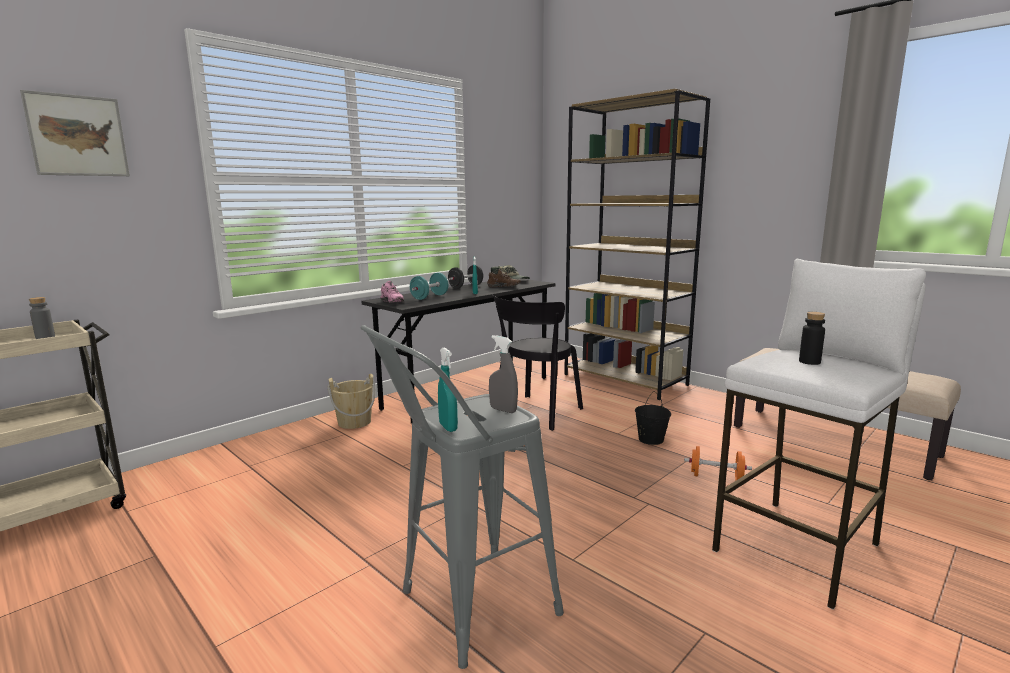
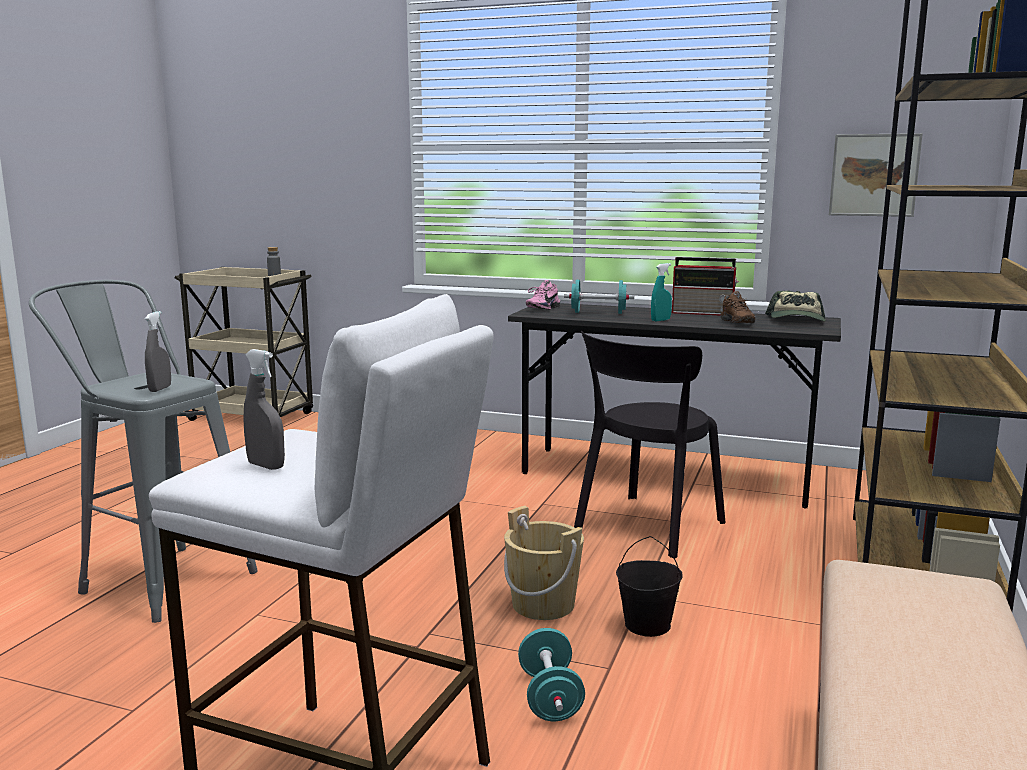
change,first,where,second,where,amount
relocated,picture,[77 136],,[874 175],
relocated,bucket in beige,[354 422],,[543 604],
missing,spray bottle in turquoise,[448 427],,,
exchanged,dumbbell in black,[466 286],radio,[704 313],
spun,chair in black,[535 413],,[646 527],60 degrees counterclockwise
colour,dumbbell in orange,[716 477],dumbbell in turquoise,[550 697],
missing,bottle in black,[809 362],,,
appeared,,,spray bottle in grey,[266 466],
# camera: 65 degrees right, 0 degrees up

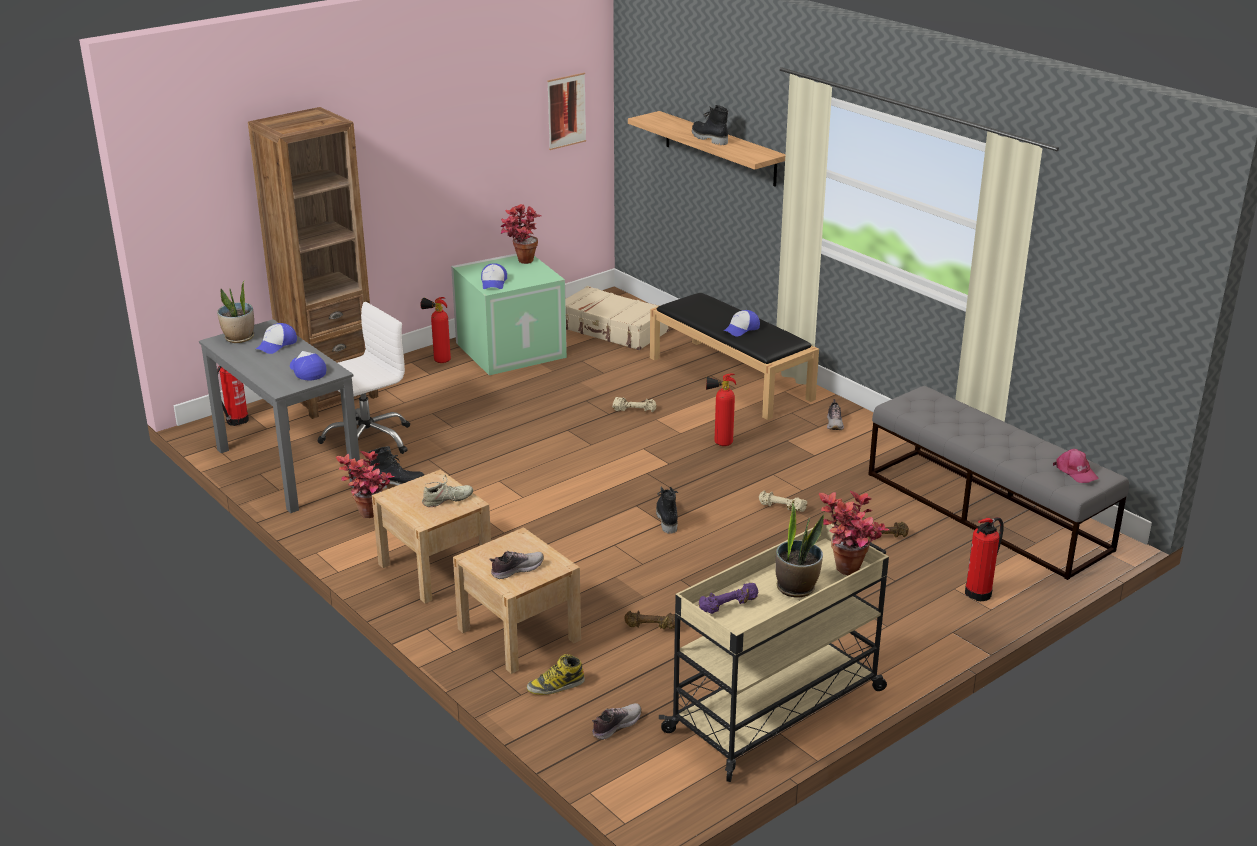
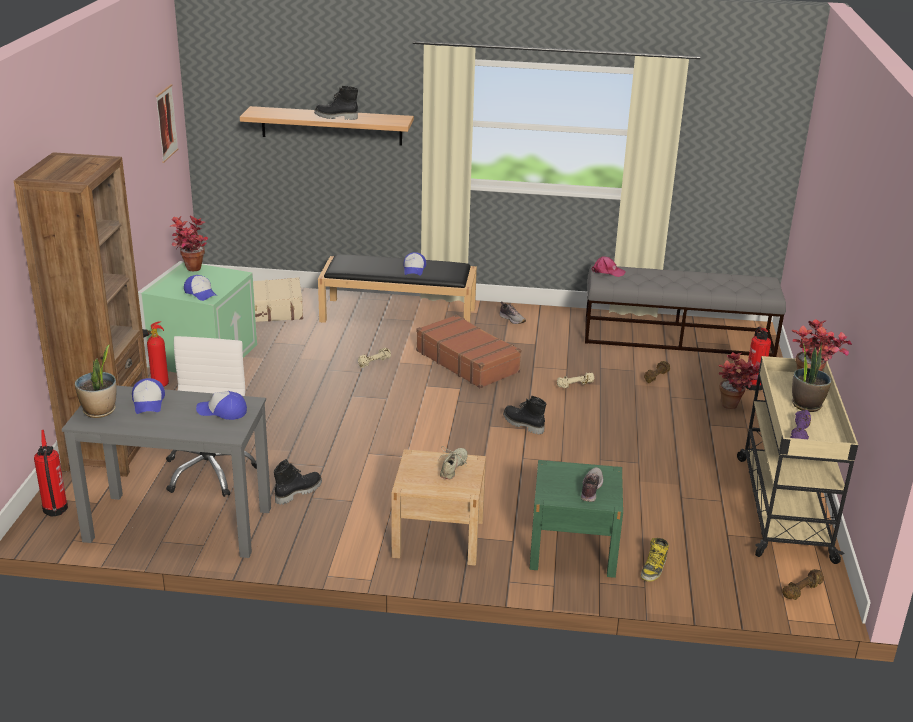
change,first,where,second,where,amount
relocated,potted plant,[369 517],,[735 407],
colour,nightstand in beige,[519 634],nightstand in green,[573 549],
missing,shoe,[615 726],,,
relocated,dumbbell in brown,[652 627],,[802 591],
exchanged,fire extinguisher,[719 443],suitcase in brown,[467 361],
relocated,cap in pink,[1075 471],,[607 271],
# camera: 45 degrees left, 0 degrees up

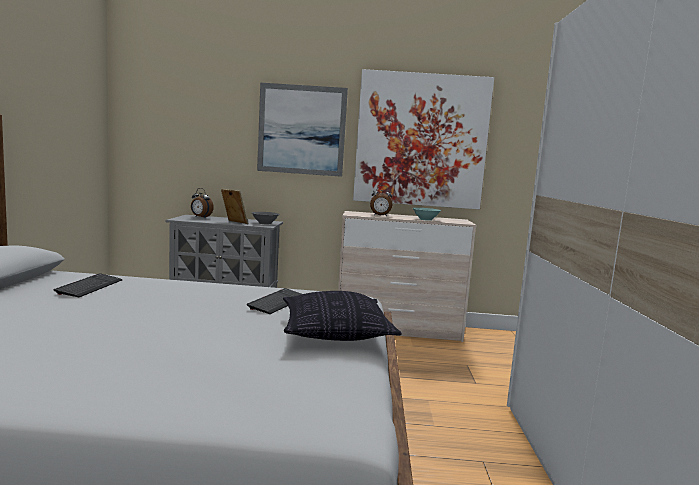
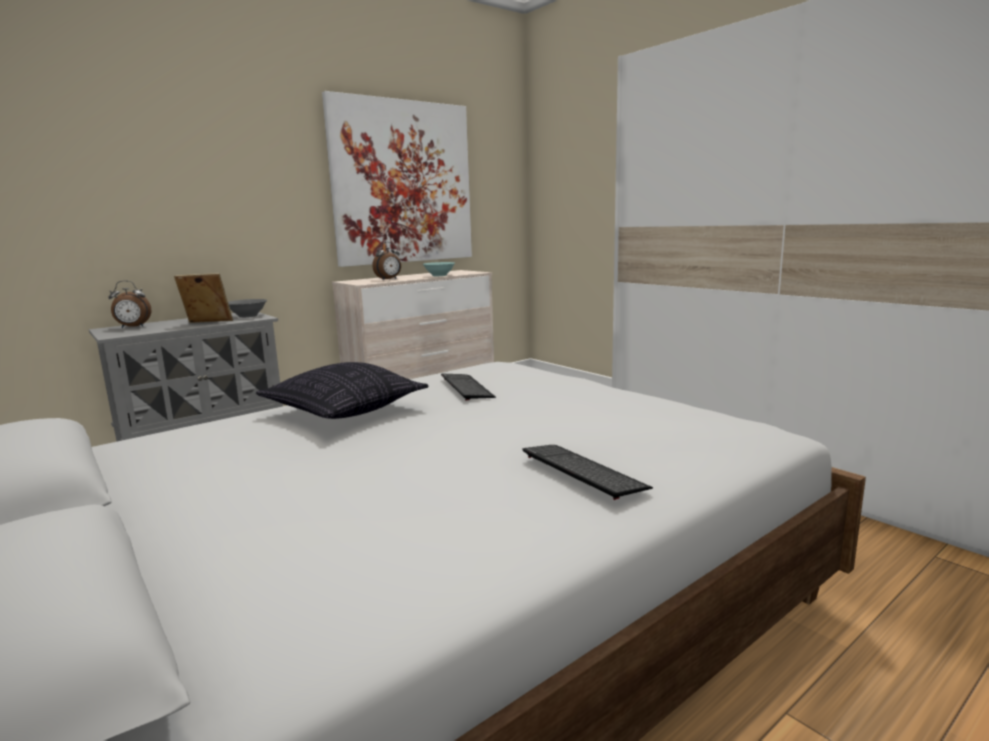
change,first,where,second,where,amount
relocated,keyboard,[90 287],,[582 471],
missing,picture,[301 130],,,
relocated,pillow,[335 333],,[344 411],
# camera: 40 degrees left, 5 degrees up

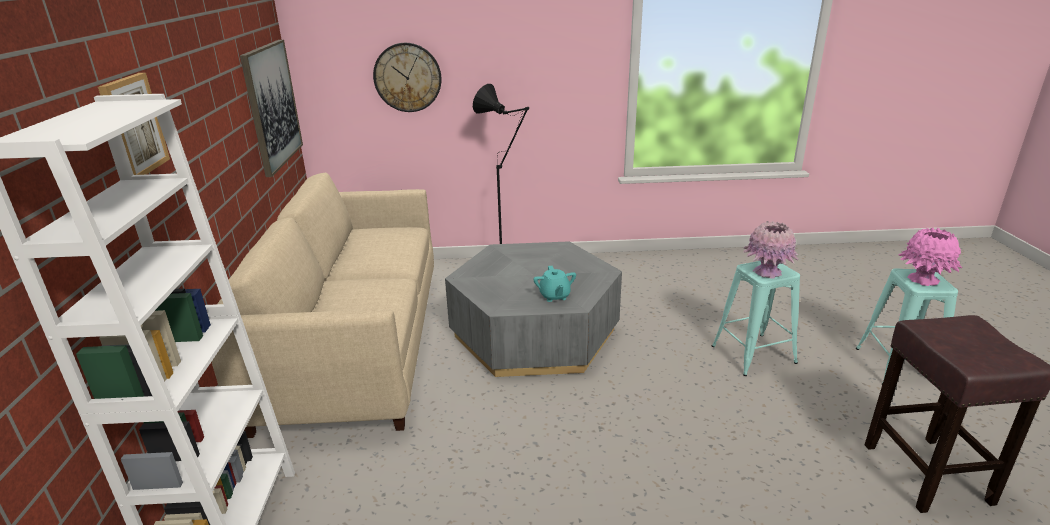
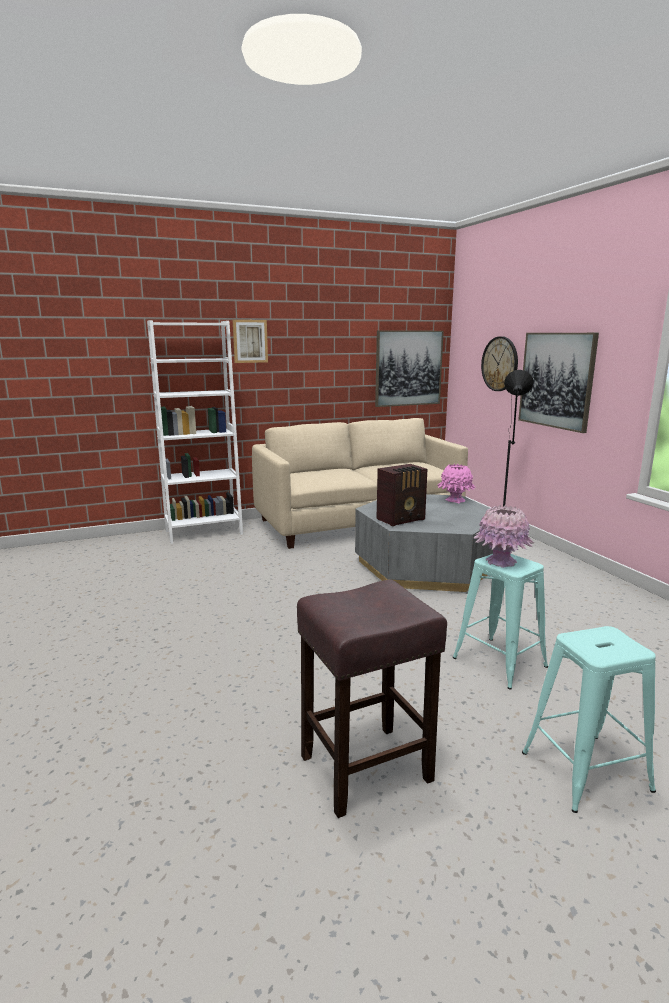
change,first,where,second,where,amount
exchanged,teapot in turquoise,[554 296],radio,[402 519],
relocated,vase in pink,[923 280],,[455 500],
appeared,,,picture,[556 380],
# camera: 70 degrees right, 10 degrees down

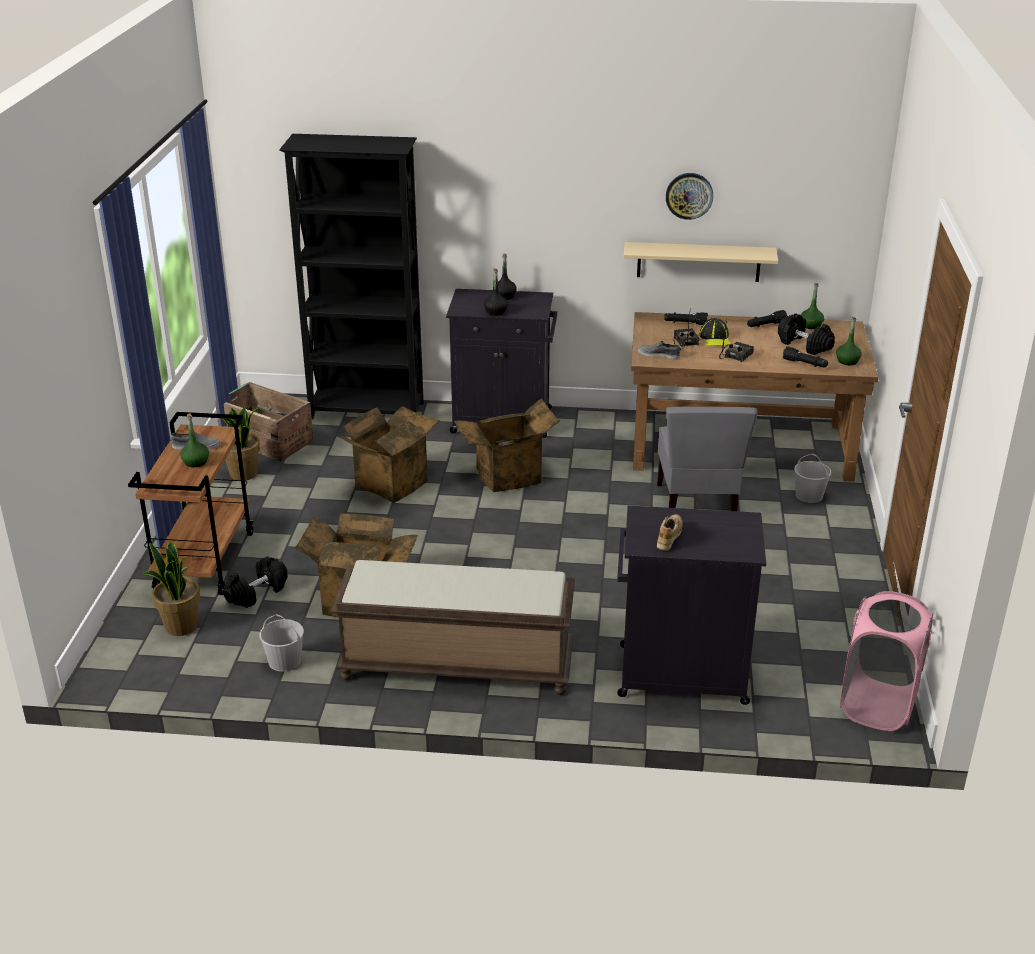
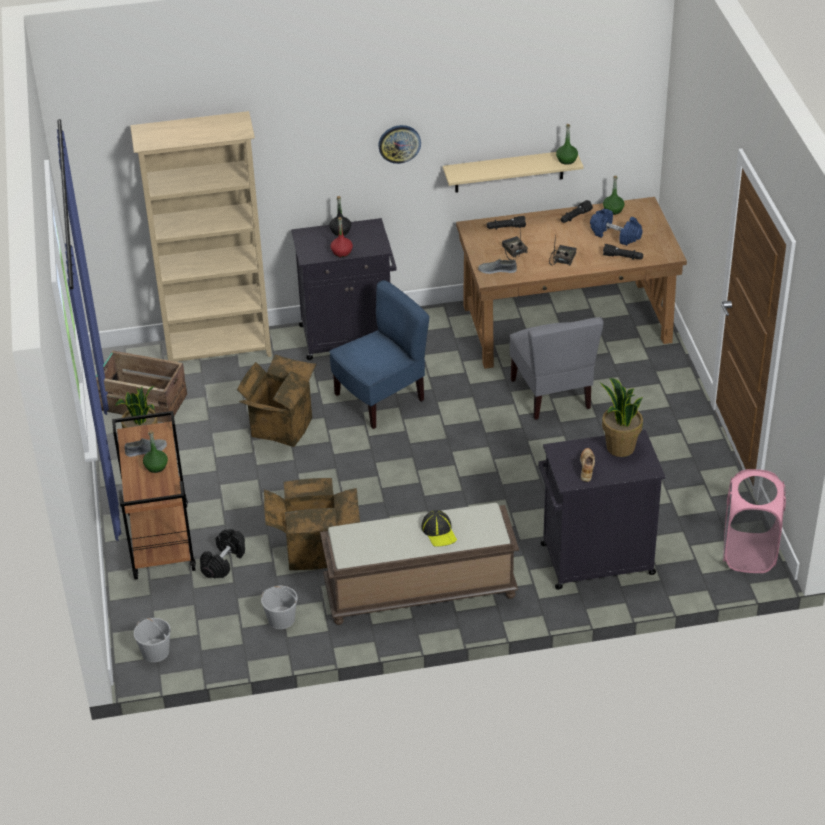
change,first,where,second,where,amount
relocated,potted plant,[180 626],,[620 448],
colour,bookcase in black,[367 411],bookcase in beige,[219 350],
exchanged,cardboard box,[508 477],chair in blue,[380 398],
colour,bottle in black,[496 312],bottle in red,[342 252],
relocated,wall clock,[689 195],,[399 143],
relocated,cap,[715 339],,[439 532],
colour,dumbbell in black,[805 345],dumbbell in blue,[615 235],
relocated,bucket in white,[808 495],,[155 651],
relocated,bottle in green,[847 361],,[566 160],
# camera: 15 degrees left, 10 degrees up

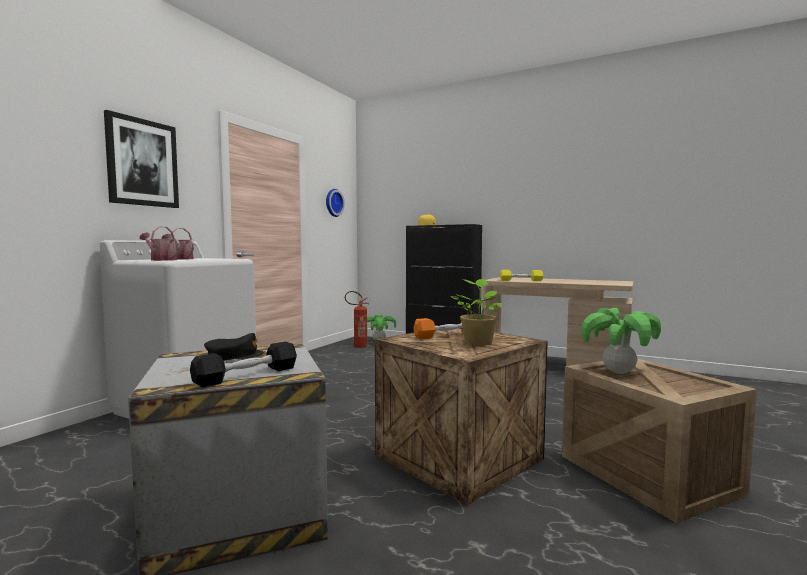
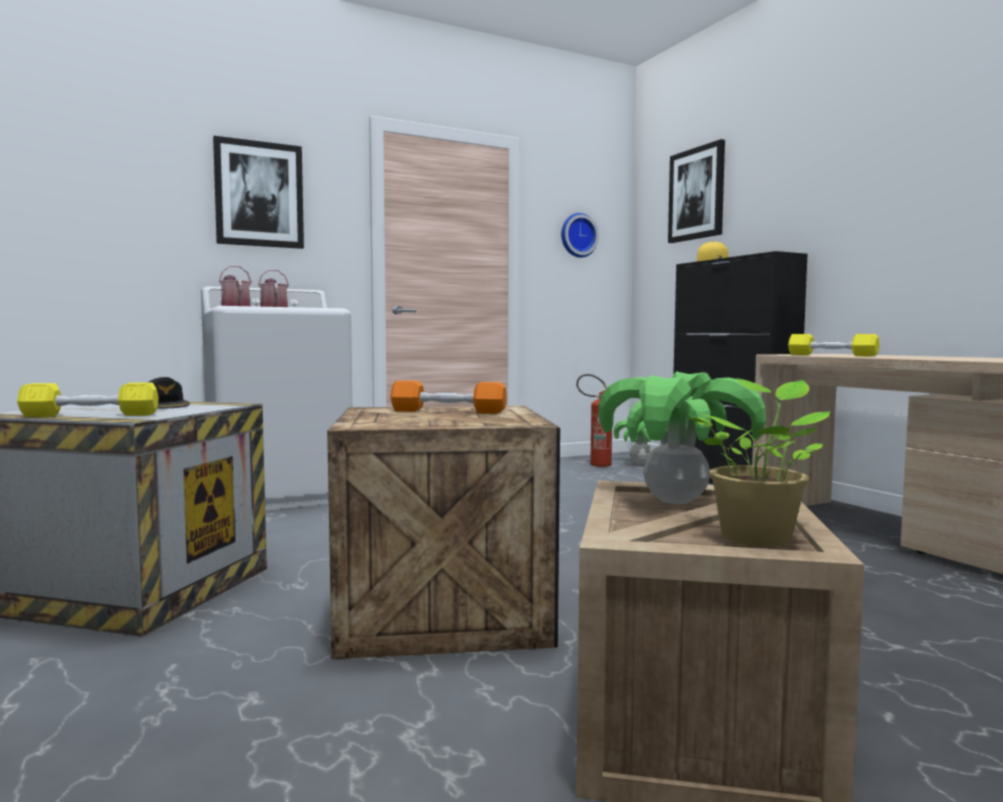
change,first,where,second,where,amount
colour,dumbbell in black,[247 375],dumbbell in yellow,[91 415],
relocated,potted plant,[478 342],,[758 537],
appeared,,,picture,[697 194],
# camera: 35 degrees right, 0 degrees up

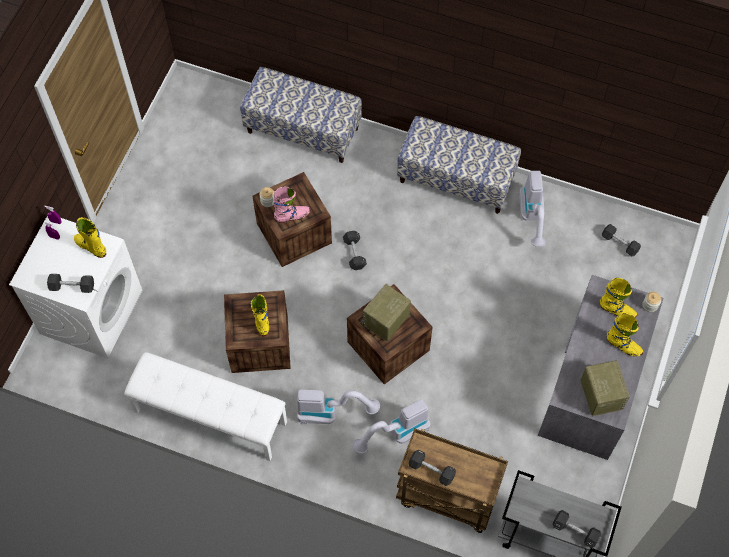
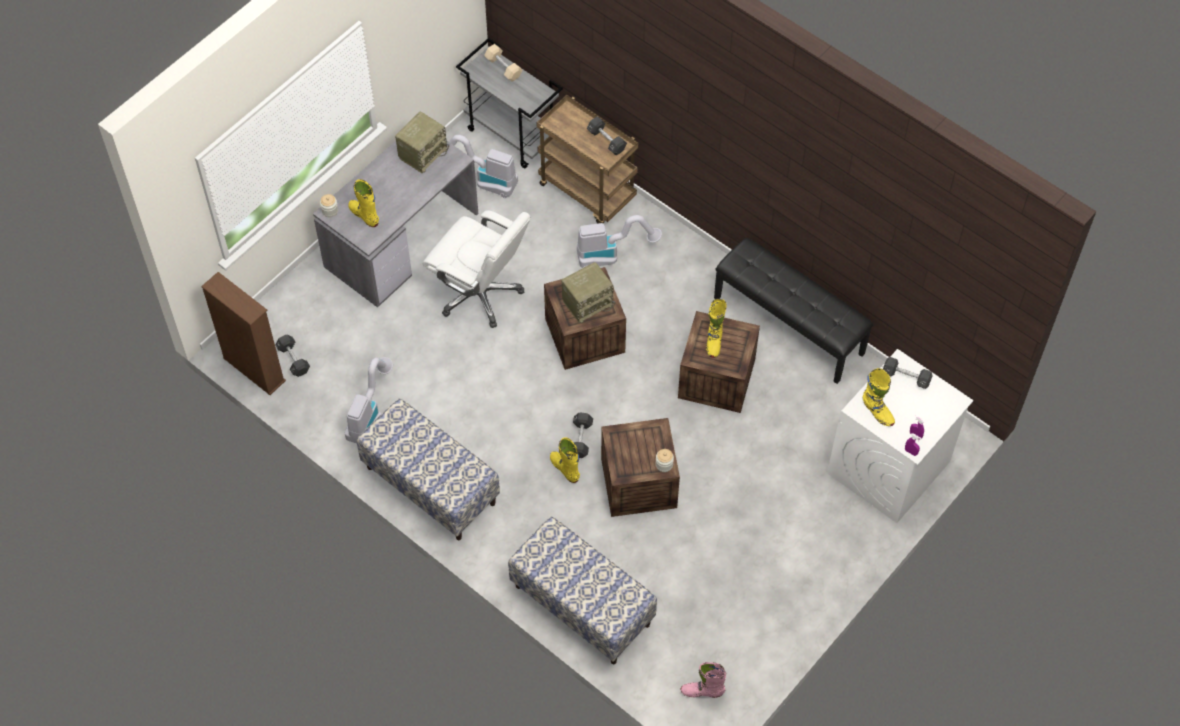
change,first,where,second,where,amount
colour,bench in white,[210 417],bench in black,[789 325],
relocated,boot in pink,[292 216],,[702 691],
relocated,vacuum cleaner,[331 413],,[484 180],
colour,dumbbell in black,[575 531],dumbbell in beige,[503 67],
spun,radio,[600 394],,[423 153],150 degrees counterclockwise
relocated,boot in yellow,[623 346],,[565 469],
appeared,,,bookcase in brown,[254 369],
appeared,,,office chair in white,[480 293],
# camera: 160 degrees left, 5 degrees down

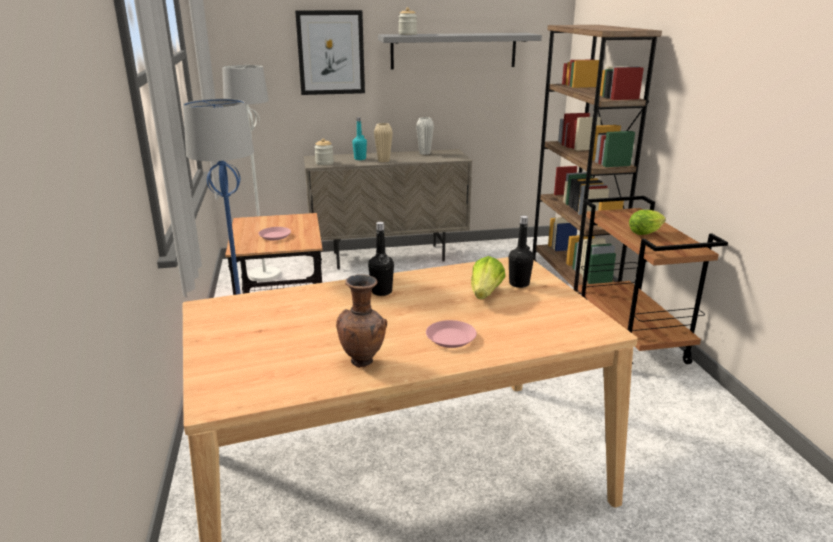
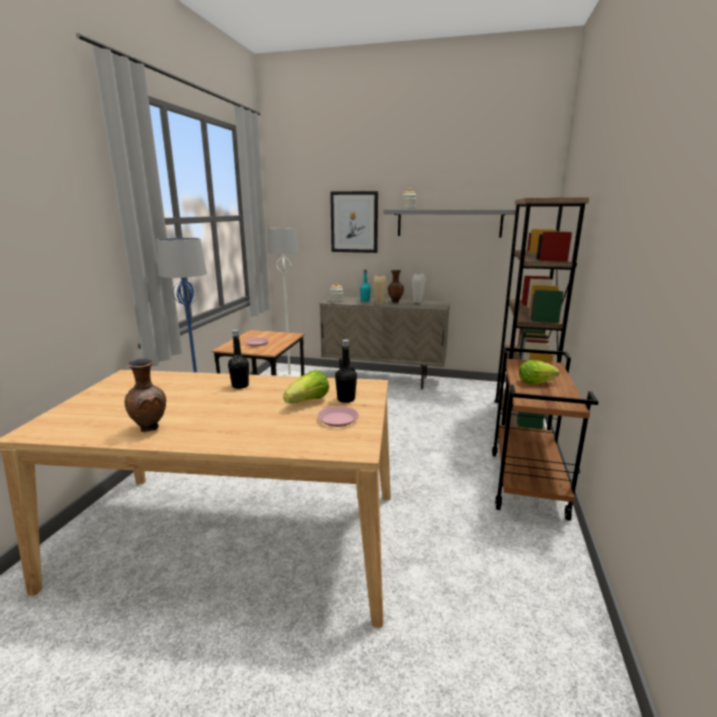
change,first,where,second,where,amount
relocated,plate in pink,[450 338],,[337 419],
appeared,,,vase in brown,[395 302],
# camera: 25 degrees right, 5 degrees down

